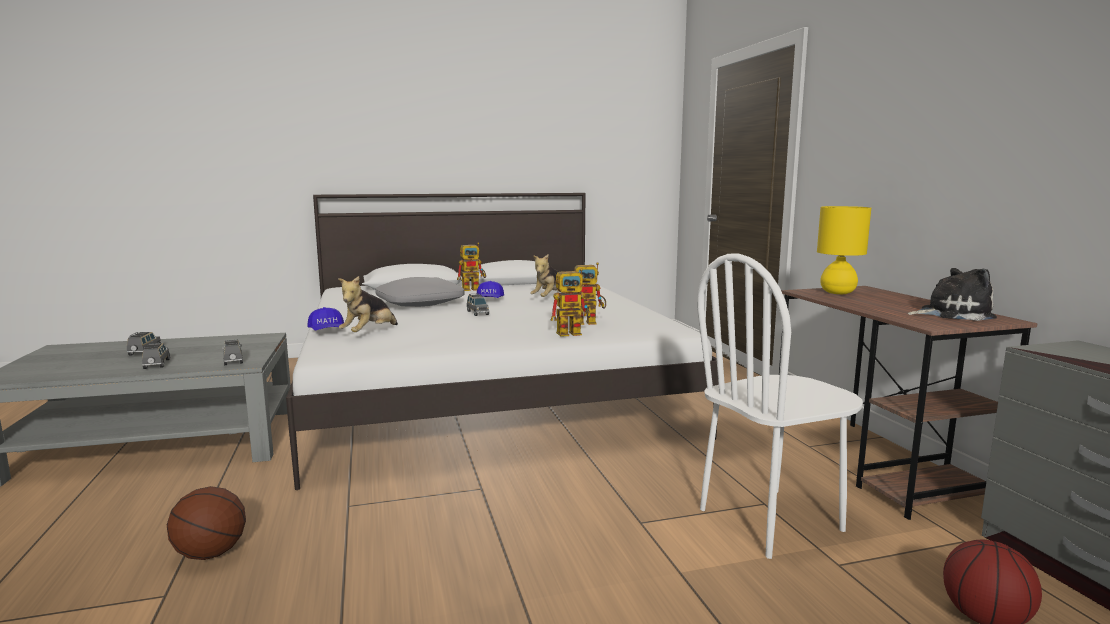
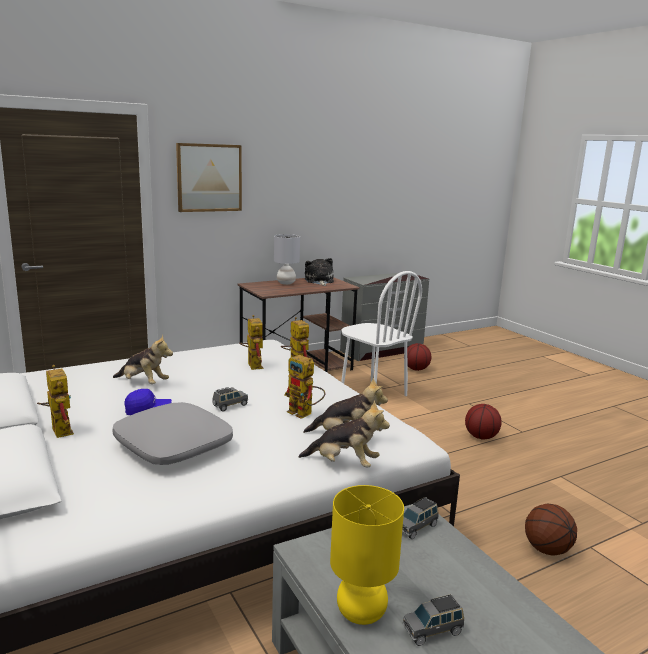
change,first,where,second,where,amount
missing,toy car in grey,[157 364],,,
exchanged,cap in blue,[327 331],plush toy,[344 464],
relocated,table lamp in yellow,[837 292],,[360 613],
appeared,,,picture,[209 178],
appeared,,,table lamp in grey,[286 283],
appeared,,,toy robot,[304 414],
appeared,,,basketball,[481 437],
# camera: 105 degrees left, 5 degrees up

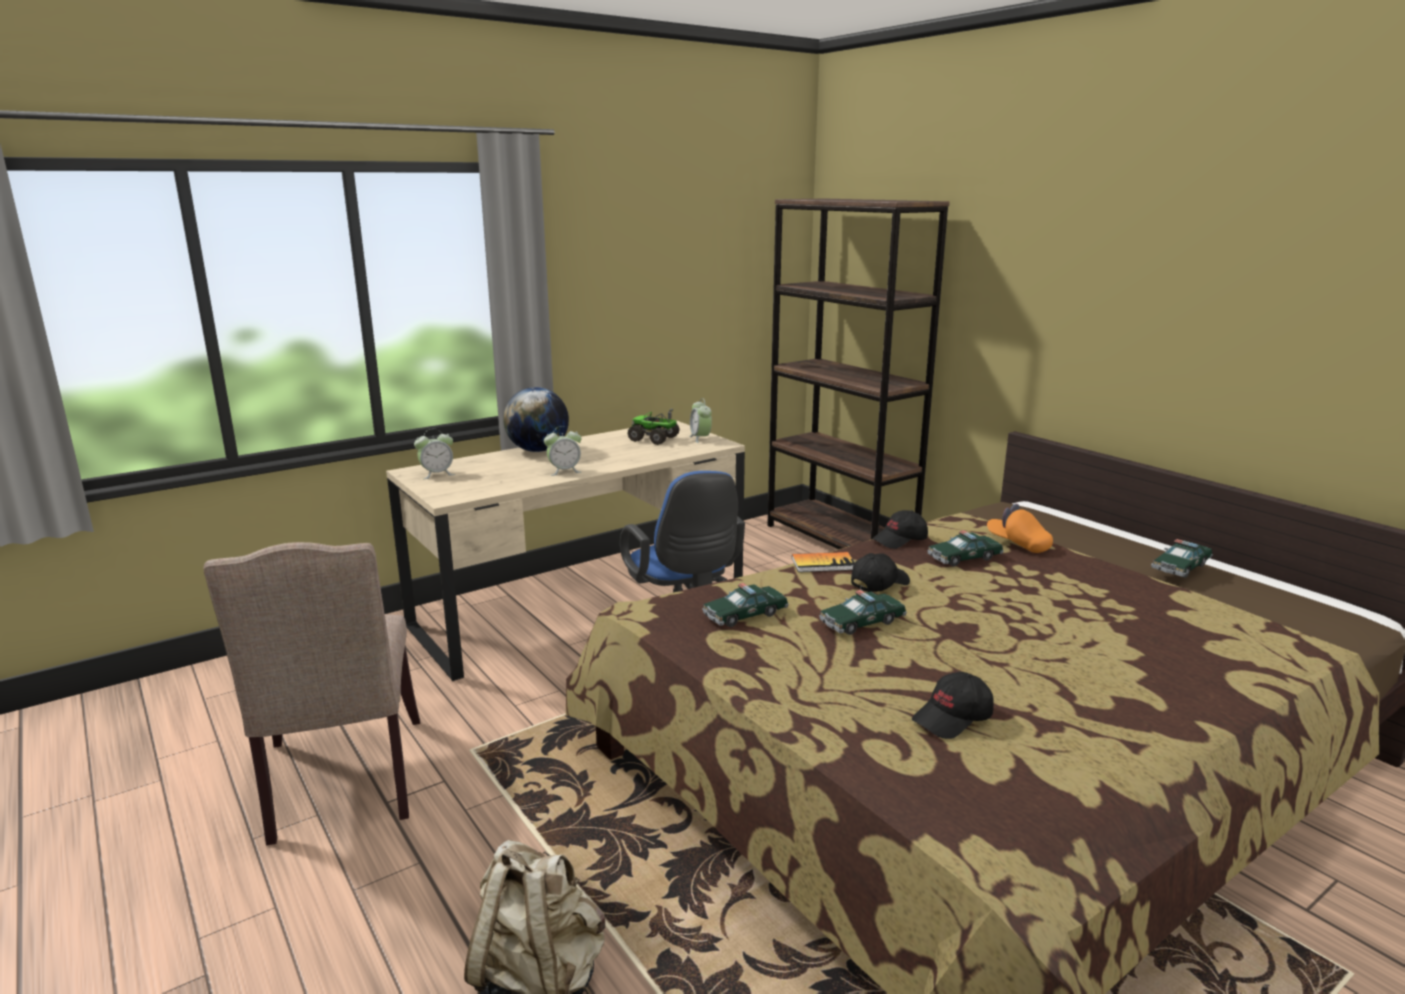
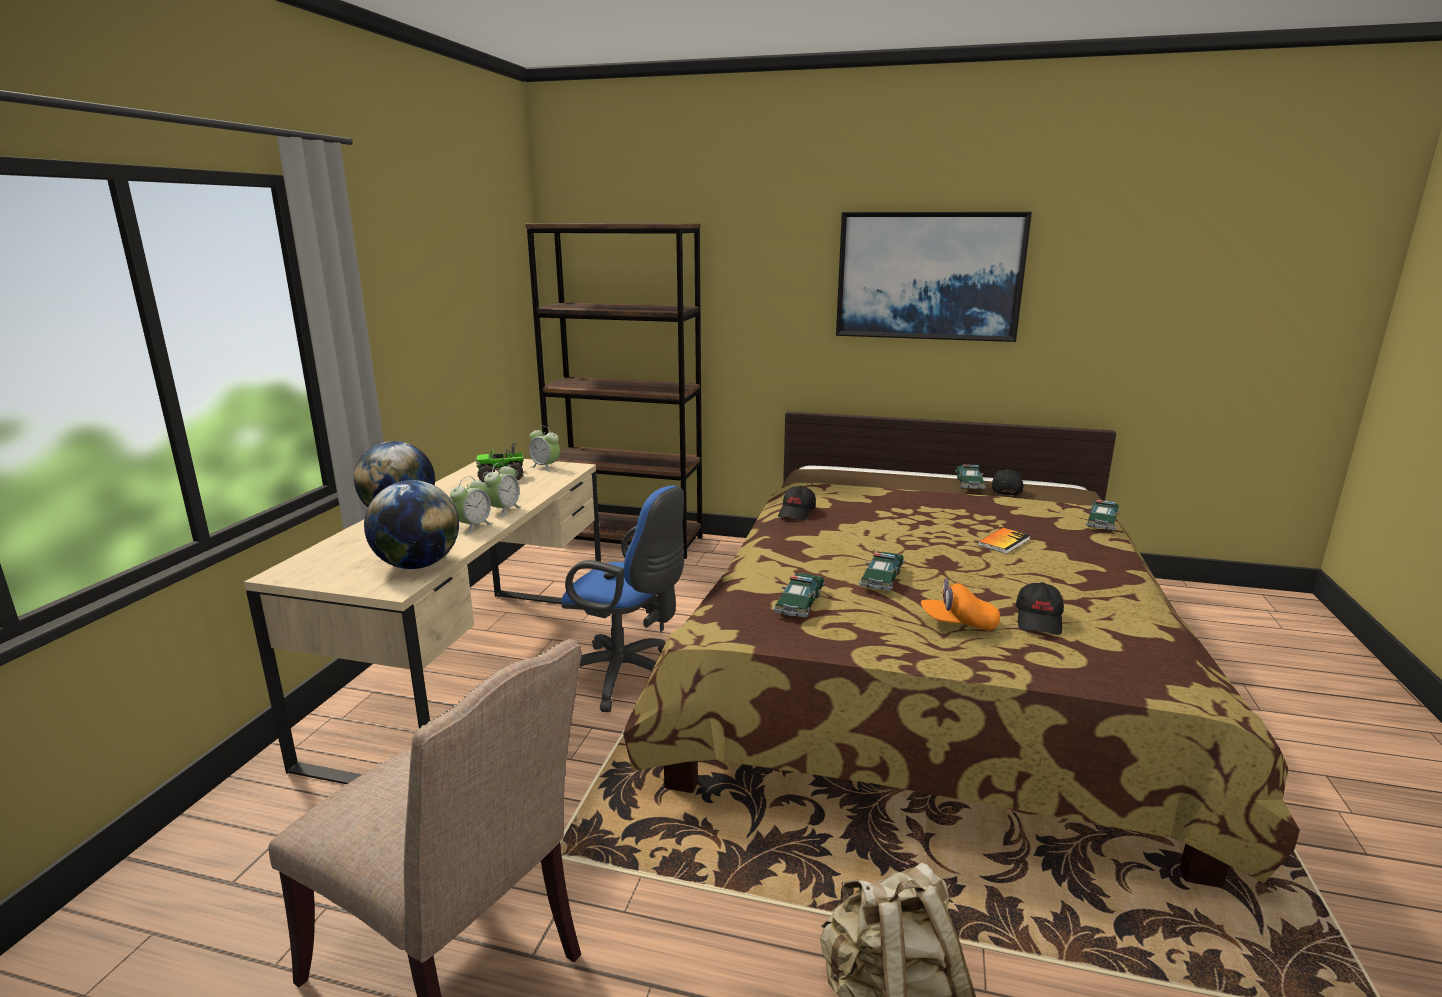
change,first,where,second,where,amount
relocated,alarm clock,[437 474],,[504 510],
relocated,book,[823 564],,[1003 542],
relocated,cap in black,[879 583],,[1005 490],
relocated,toy car,[964 558],,[1102 522],
relocated,cap in orange,[1018 544],,[958 624],
appeared,,,globe,[417 565],
appeared,,,picture,[928 276],
# camera: 40 degrees left, 0 degrees up

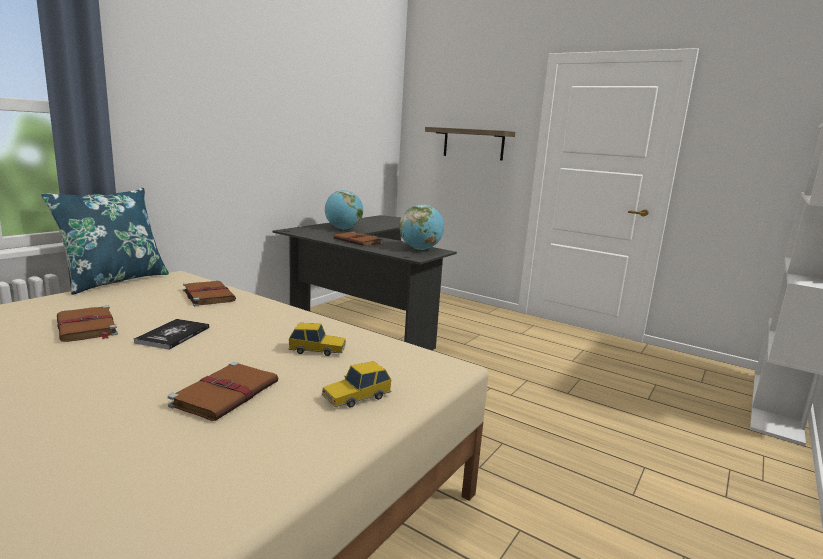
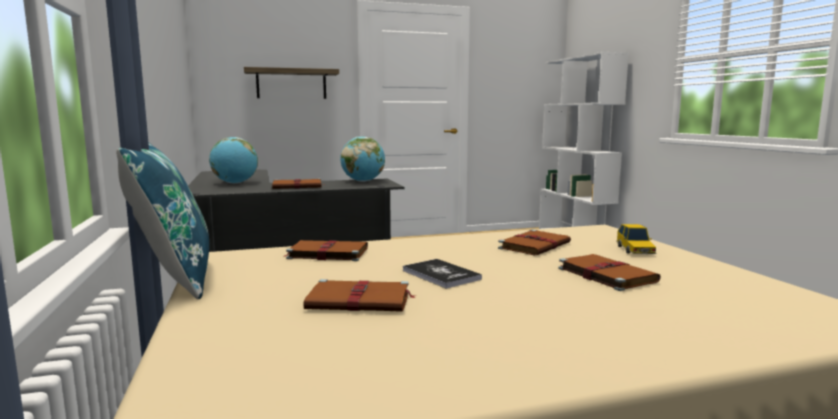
change,first,where,second,where,amount
exchanged,toy car,[317 349],book in brown,[535 245],
# camera: 50 degrees left, 5 degrees down

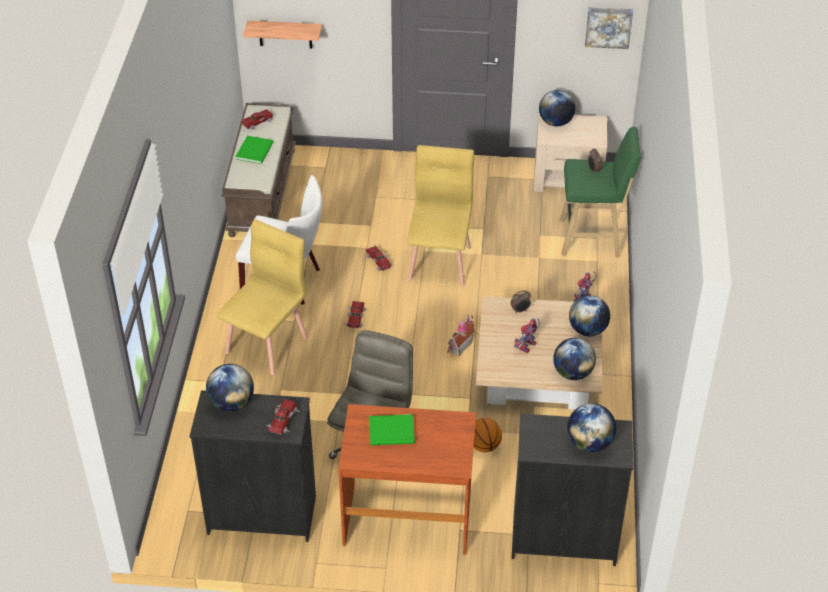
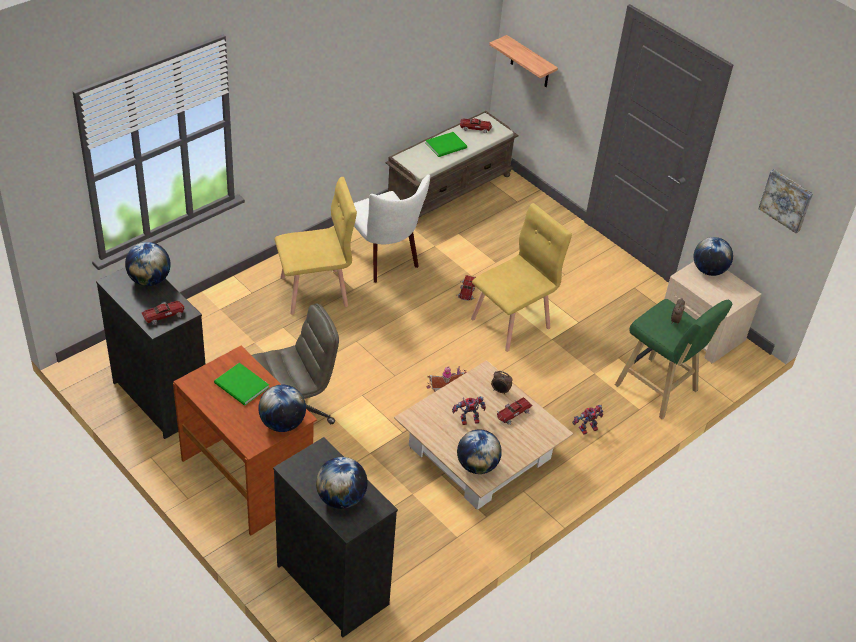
change,first,where,second,where,amount
relocated,toy car,[356 318],,[513 413],
missing,basketball,[484 446],,,
relocated,globe,[587 330],,[282 423],
# camera: 40 degrees right, 0 degrees up

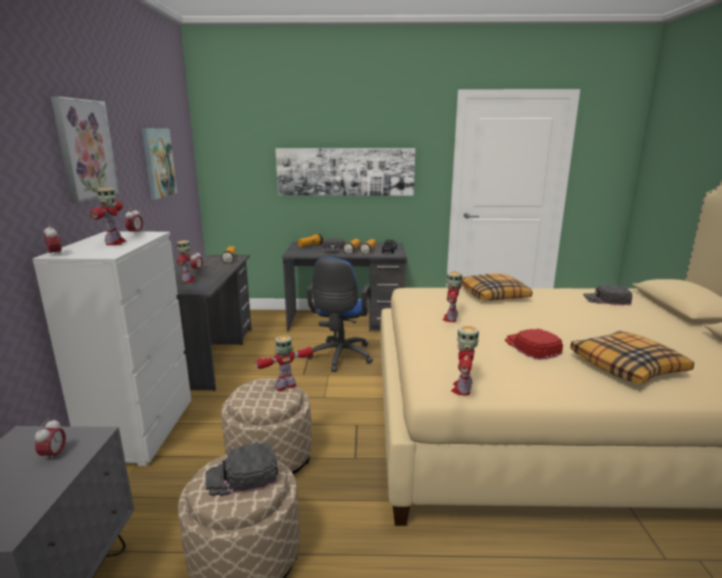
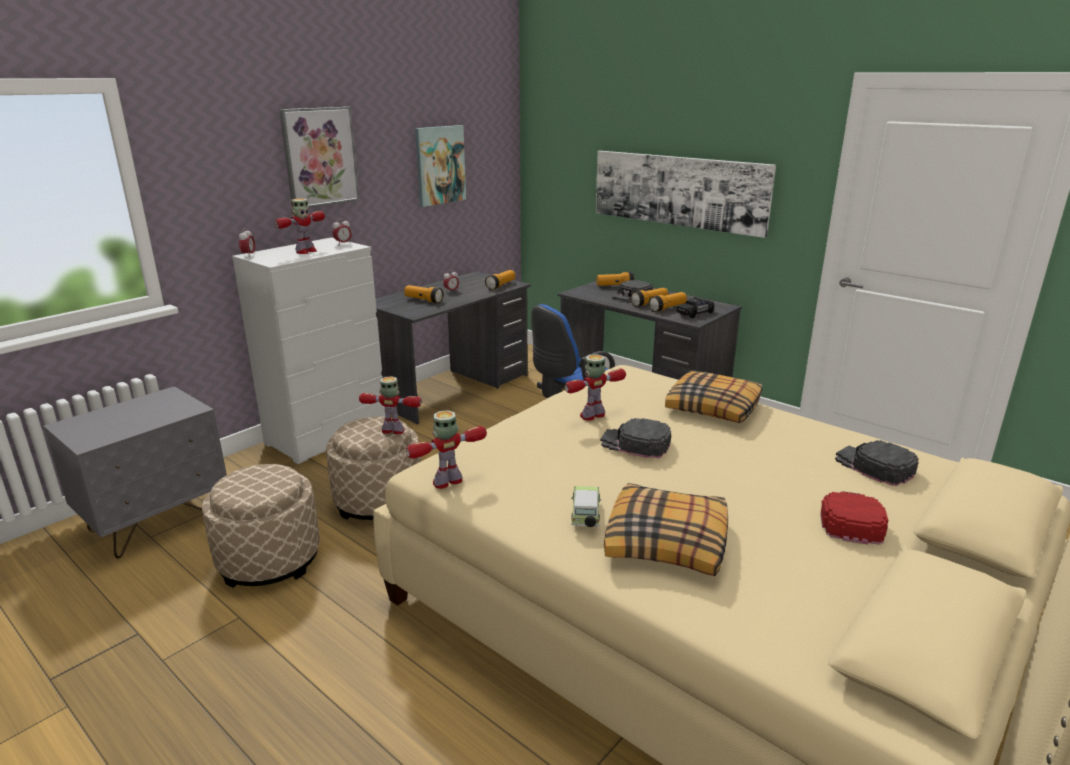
change,first,where,second,where,amount
missing,alarm clock,[54 455],,,
exchanged,toy robot,[187 280],flashlight,[423 300],
relocated,cap in black,[242 476],,[635 444],
relocated,cap in red,[531 347],,[849 520],
appeared,,,toy car,[585 517],
# camera: 40 degrees right, 5 degrees up

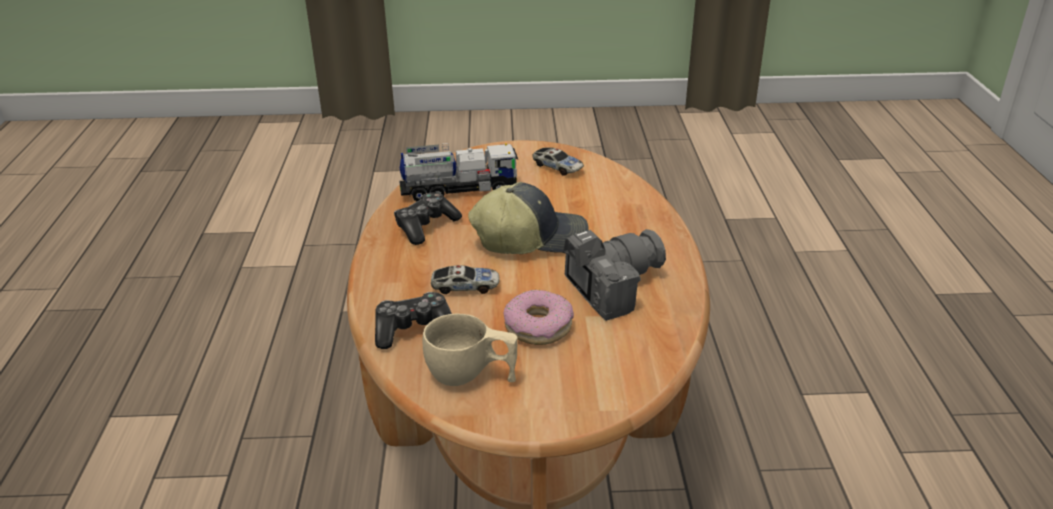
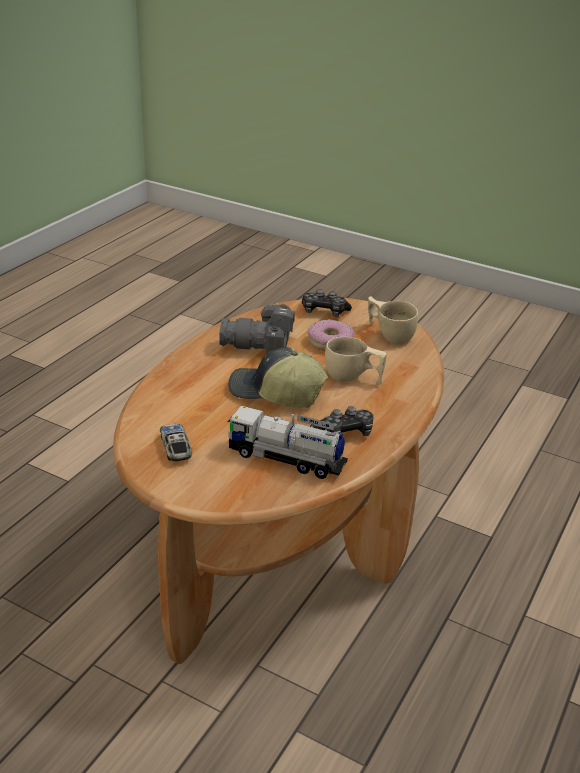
change,first,where,second,where,amount
relocated,game controller,[414 330],,[324 312],
exchanged,toy car,[465 287],cup in beige,[353 378],
# camera: 150 degrees left, 0 degrees up

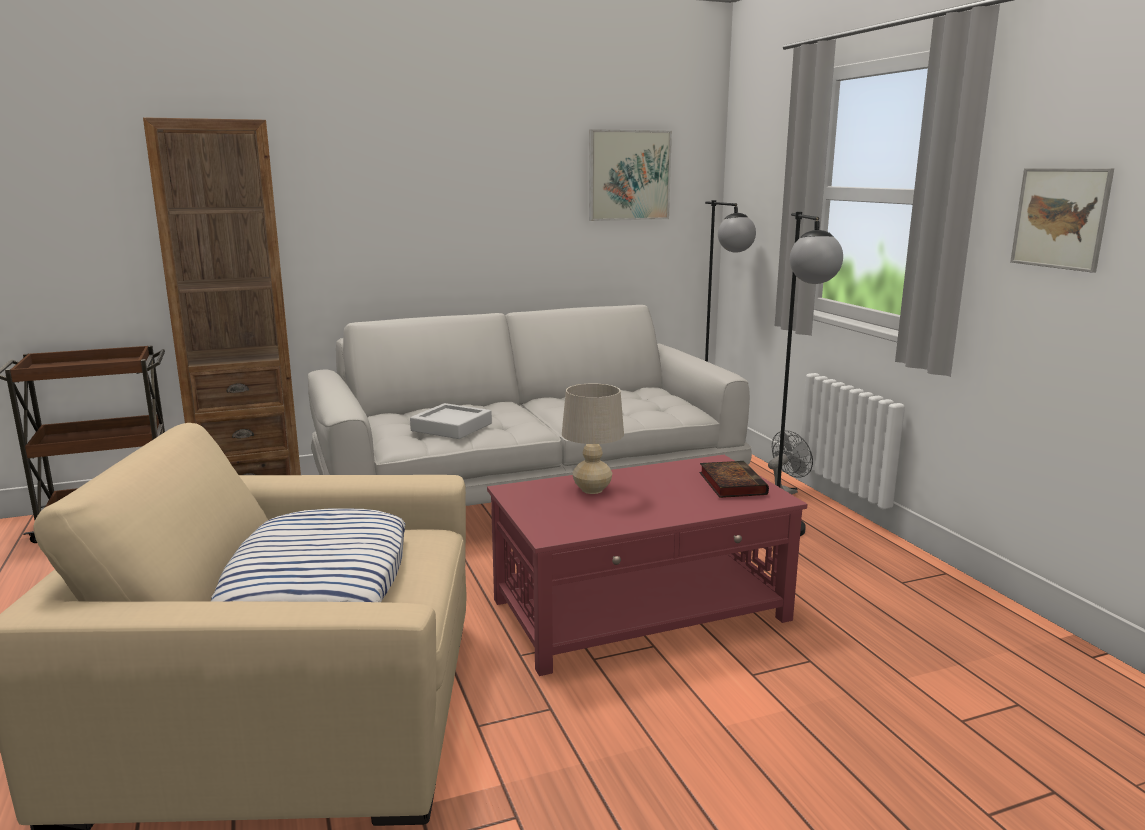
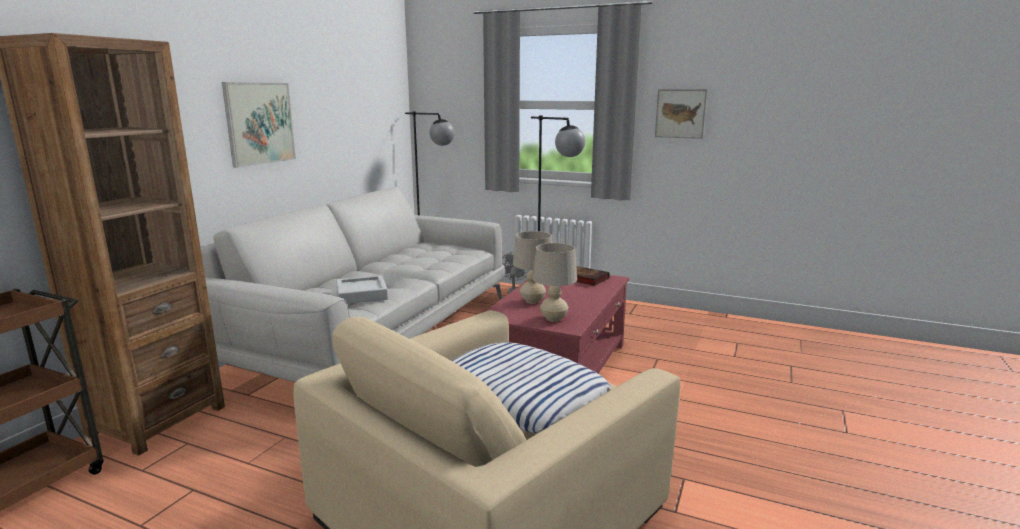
change,first,where,second,where,amount
relocated,picture,[629 175],,[260 123],
appeared,,,table lamp in beige,[554 319],
# camera: 45 degrees left, 0 degrees up

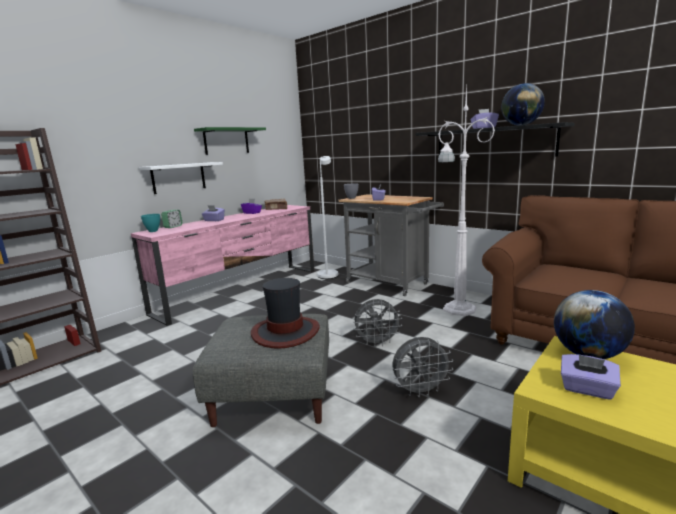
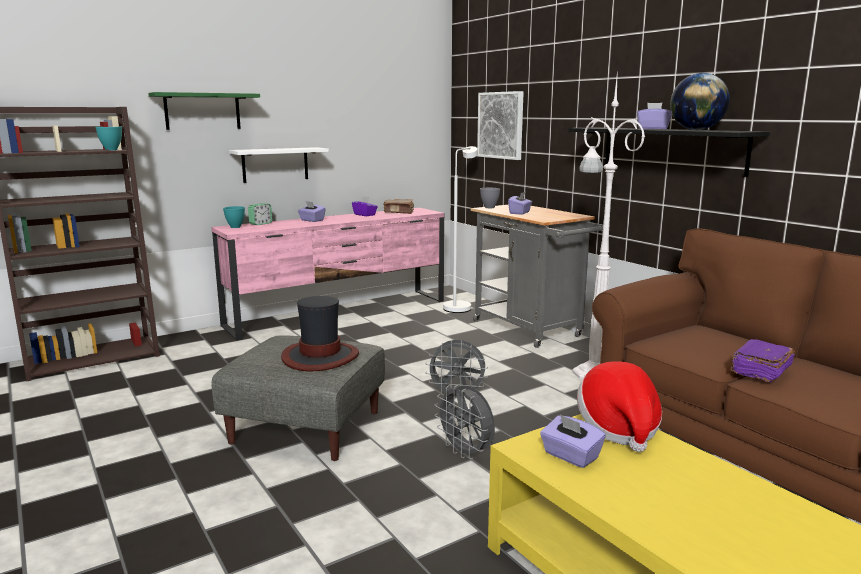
change,first,where,second,where,amount
relocated,shelf in green,[226 141],,[202 111],
spun,fan in grey,[420 391],,[466 452],45 degrees clockwise
exchanged,globe,[588 355],hat,[618 428],
appeared,,,bowl in turquoise,[111 150],
appeared,,,picture,[501 125],
appeared,,,book in purple,[760 370],
# camera: 15 degrees right, 0 degrees up

